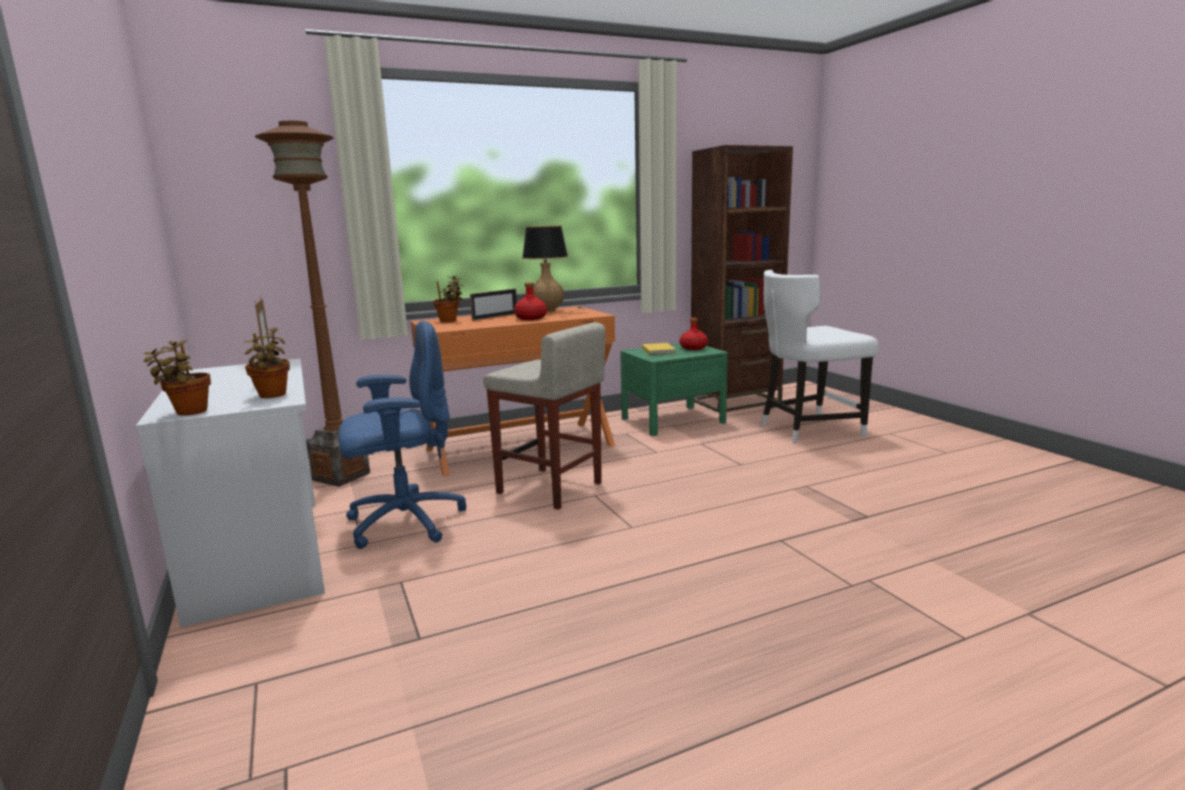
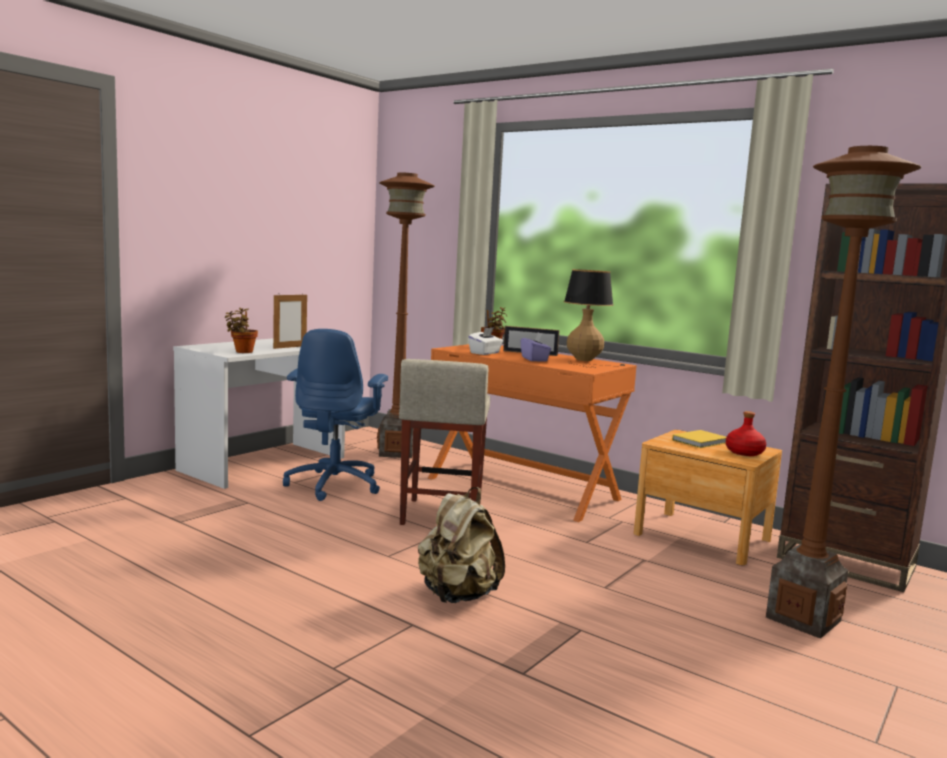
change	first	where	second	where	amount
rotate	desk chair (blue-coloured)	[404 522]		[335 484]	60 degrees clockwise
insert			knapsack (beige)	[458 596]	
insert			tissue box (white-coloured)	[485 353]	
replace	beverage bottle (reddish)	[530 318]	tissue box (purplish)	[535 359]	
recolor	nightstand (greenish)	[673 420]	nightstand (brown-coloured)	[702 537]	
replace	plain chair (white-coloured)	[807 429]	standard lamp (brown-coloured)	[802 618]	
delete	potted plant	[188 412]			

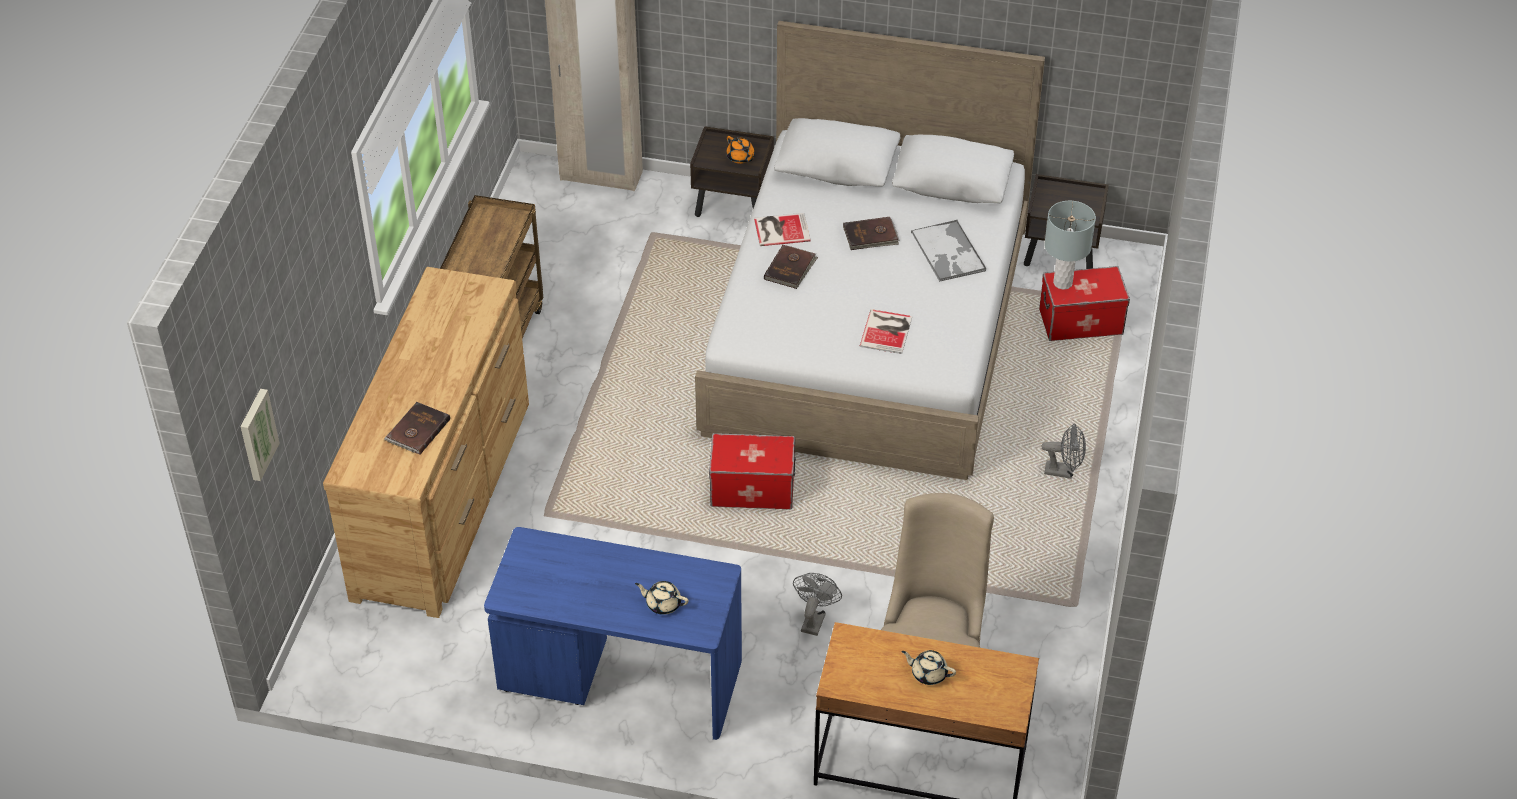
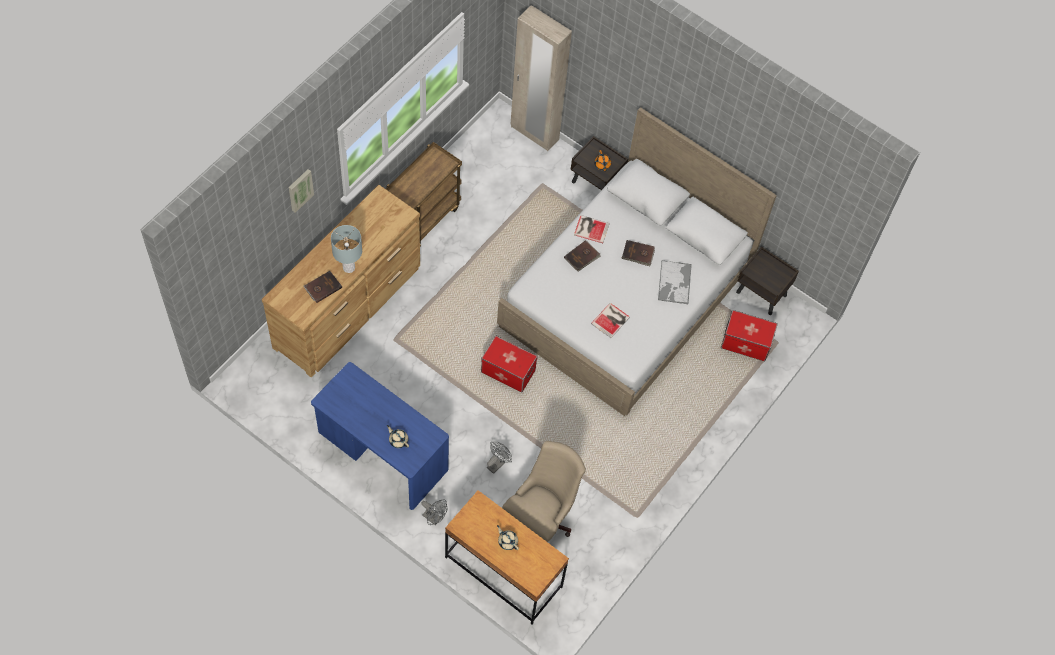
change	first	where	second	where	amount
move	wall art	[256 434]		[300 190]	
move	table lamp (gray)	[1062 283]		[348 267]	
move	electric fan (gray)	[1063 471]		[434 518]	

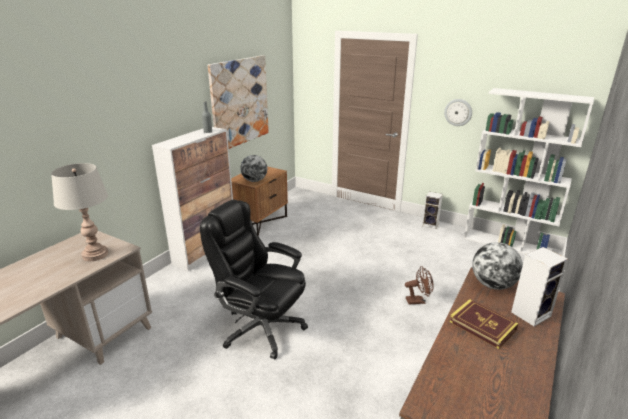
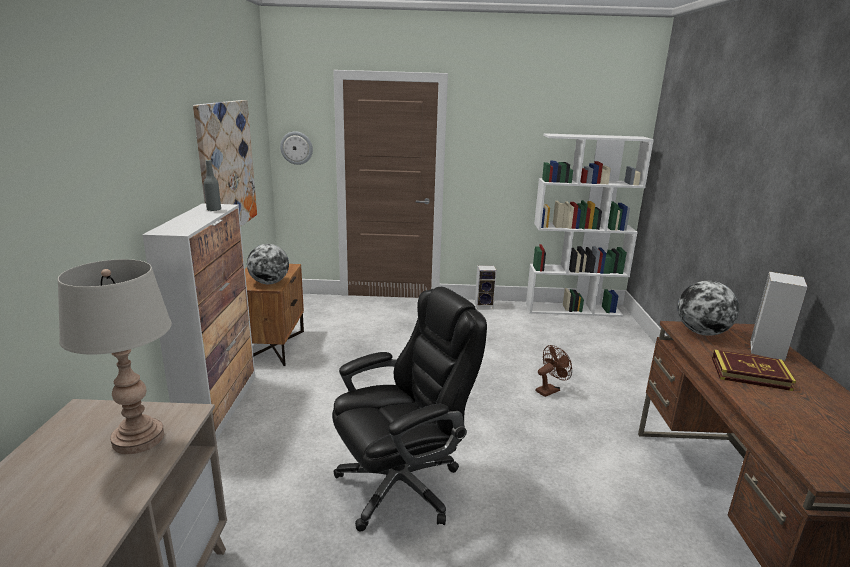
change	first	where	second	where	amount
move	clock on the wall	[458 112]		[296 148]	
rotate	desk chair (black)	[261 328]		[402 485]	150 degrees clockwise

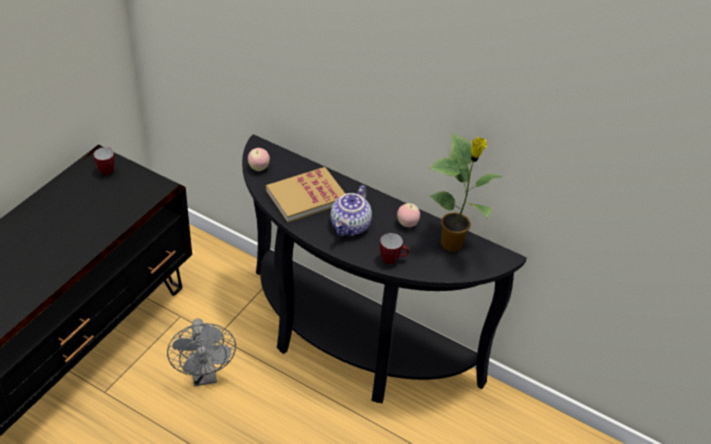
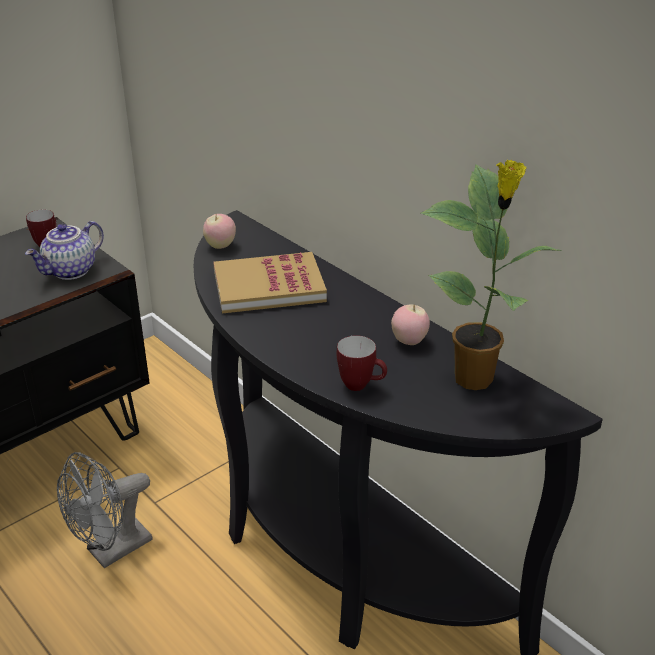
change	first	where	second	where	amount
move	tea pot	[351 227]		[71 271]	
rotate	electric fan (gray)	[204 375]		[111 551]	45 degrees clockwise

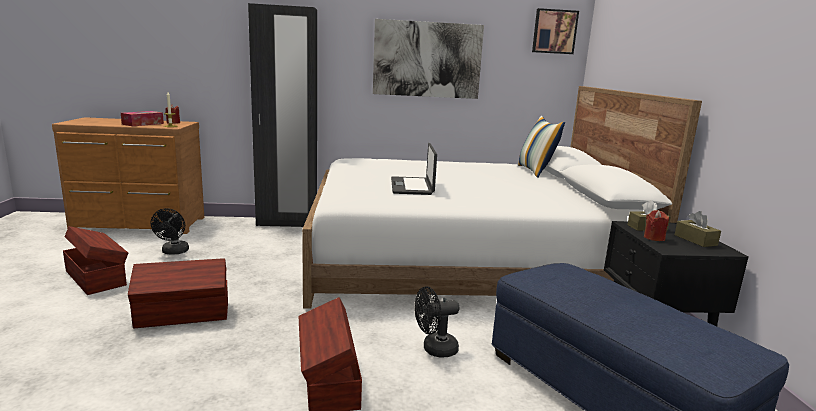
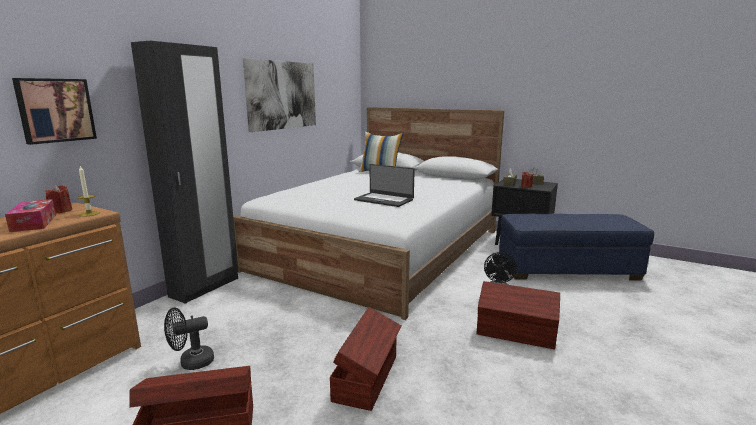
change	first	where	second	where	amount
move	wall art	[554 31]		[55 110]	
rotate	electric fan (black)	[174 252]		[191 362]	120 degrees clockwise

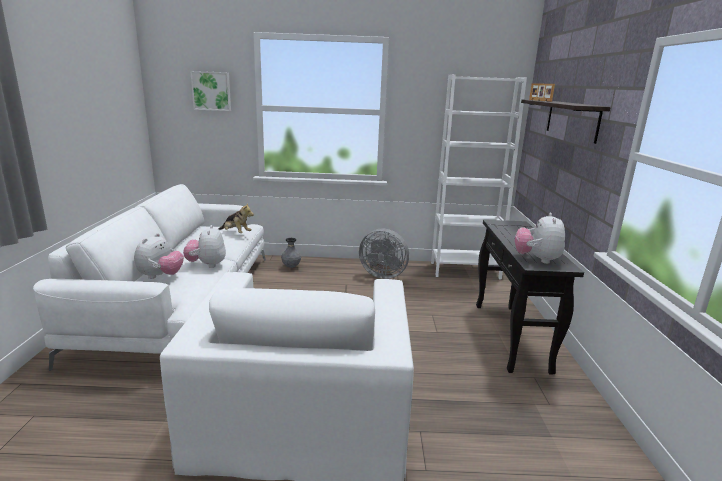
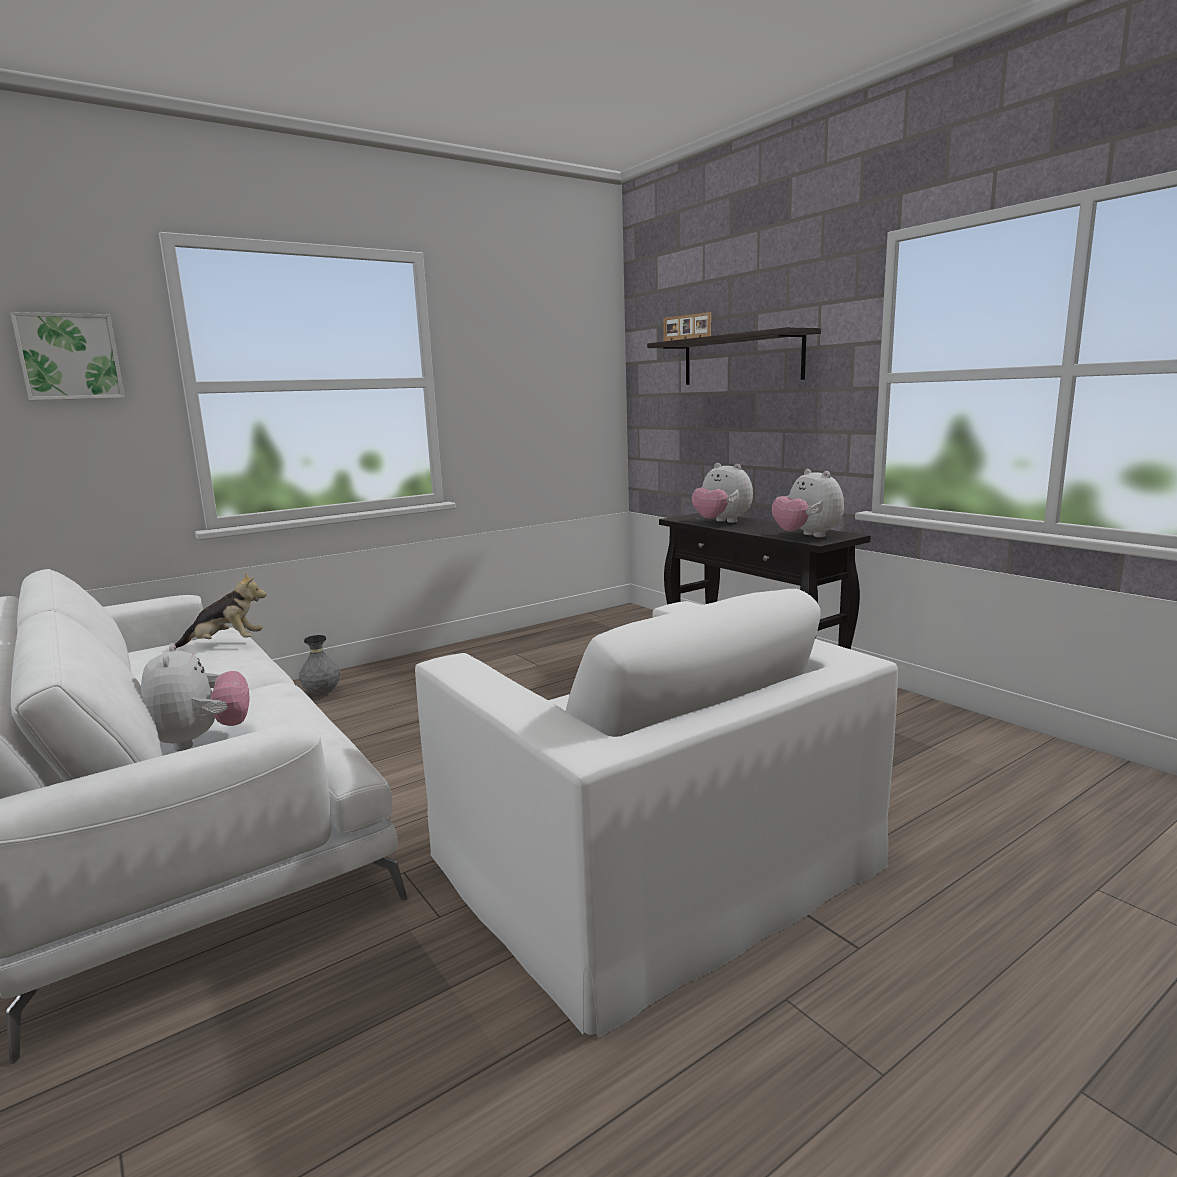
change	first	where	second	where	amount
move	soft toy	[207 265]		[721 522]	
delete	electric fan (gray)	[382 274]			
delete	bookcase (white-coloured)	[465 270]			

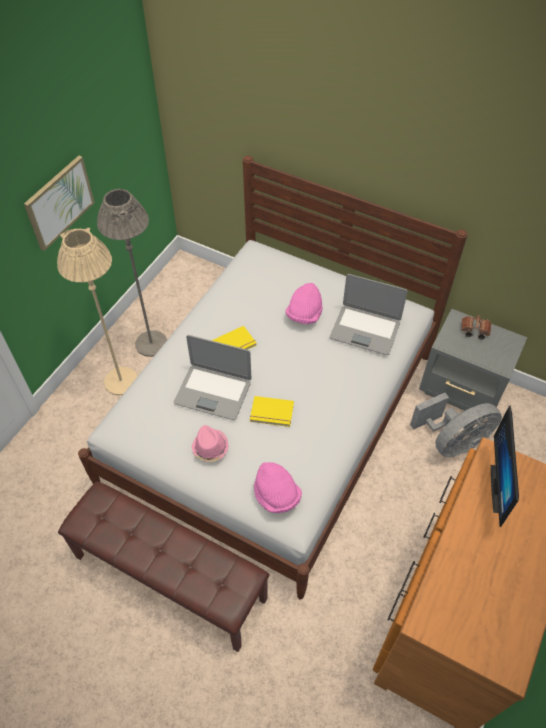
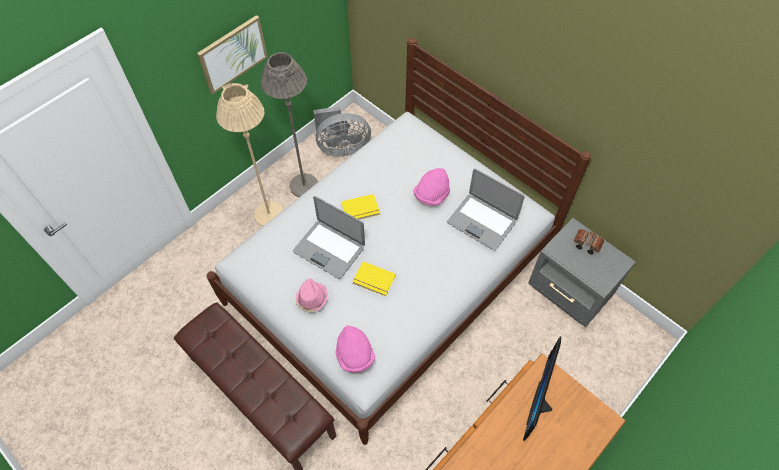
change	first	where	second	where	amount
move	electric fan (gray)	[452 442]		[341 147]	

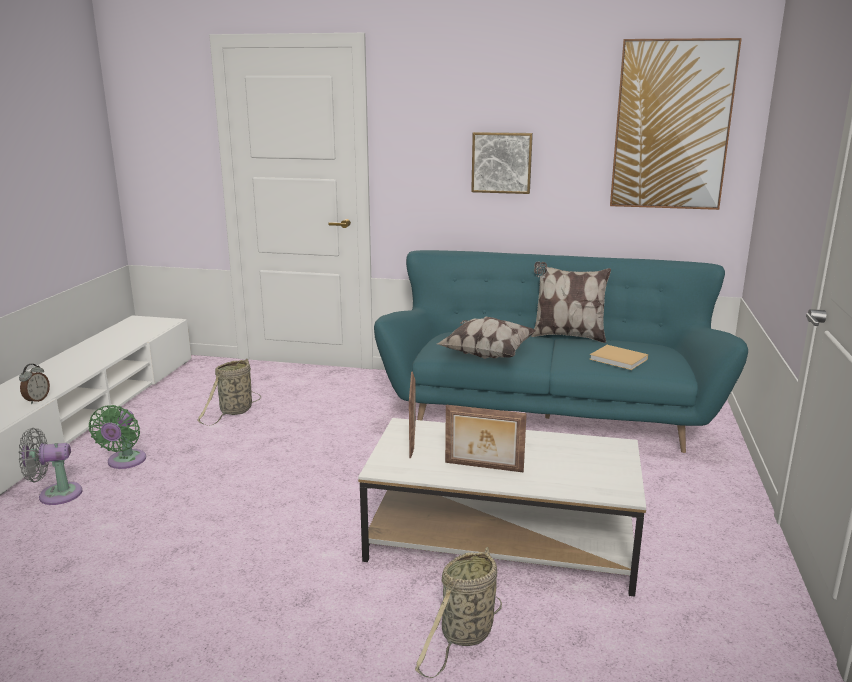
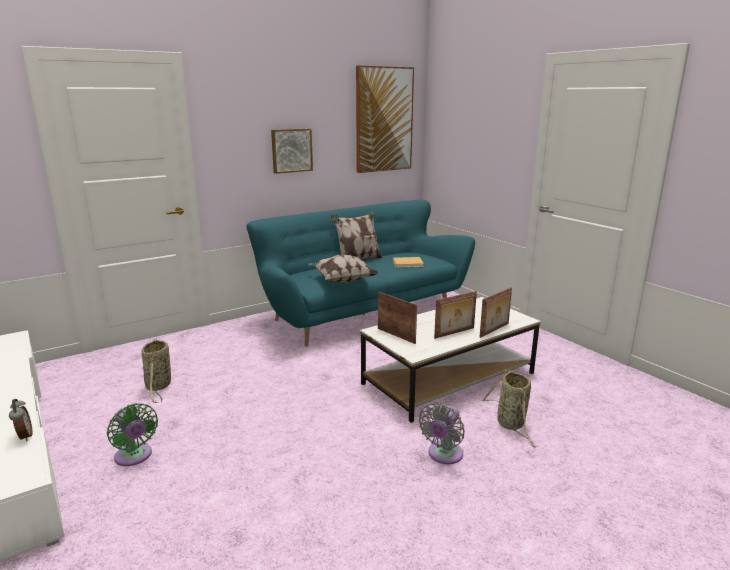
change	first	where	second	where	amount
move	electric fan (gray)	[55 494]		[443 455]	
insert			photo frame	[495 330]	

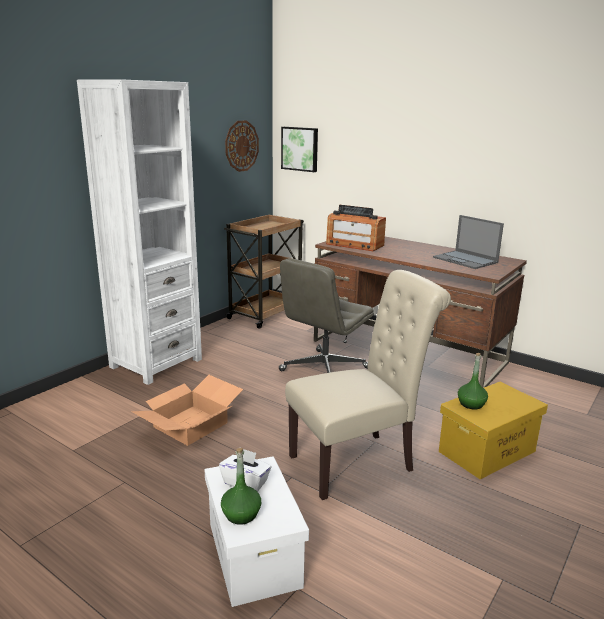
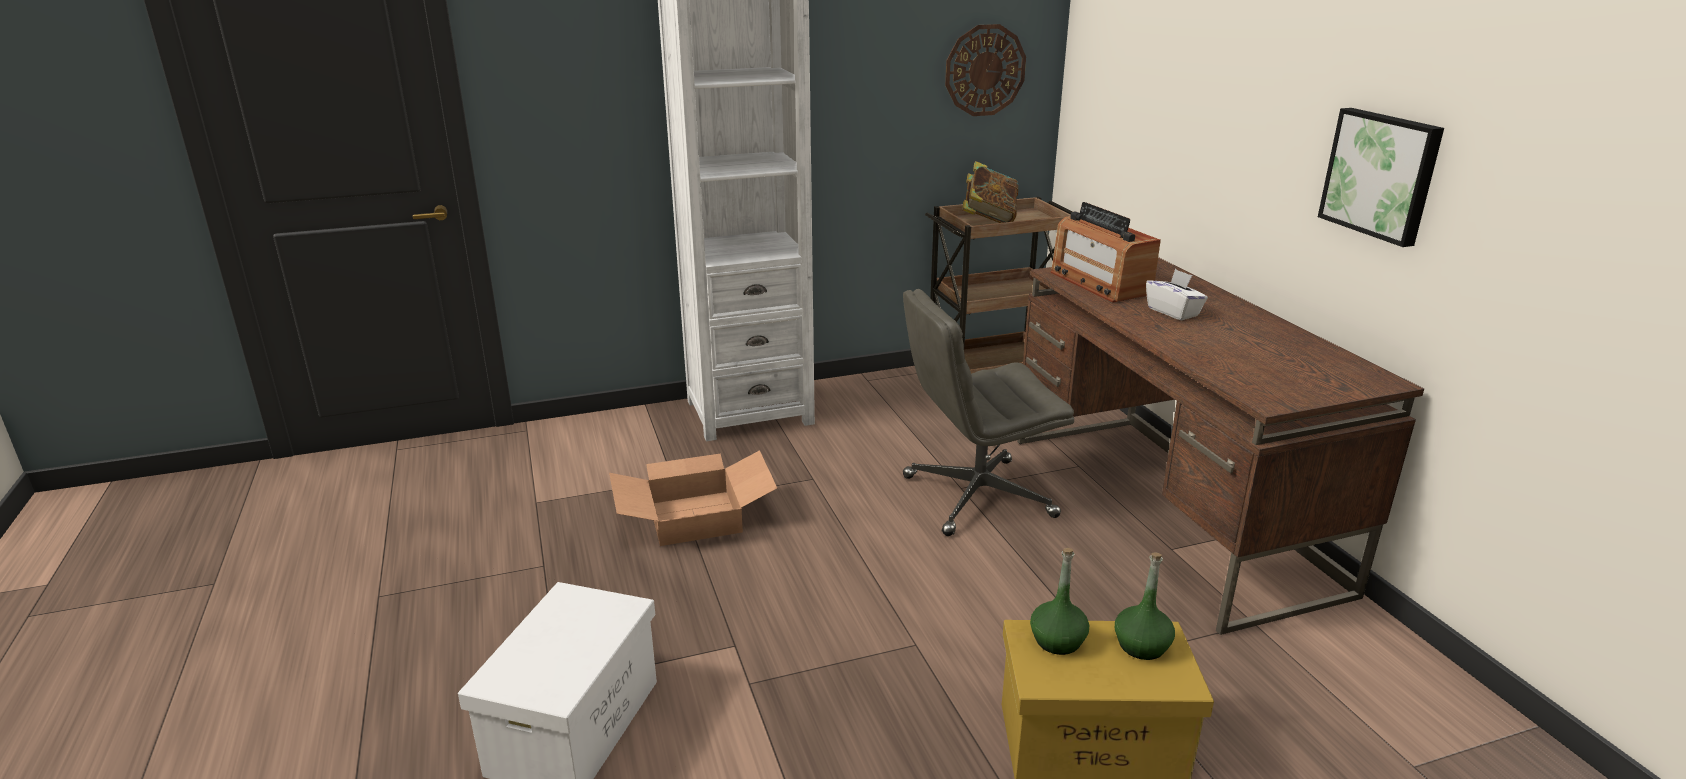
change	first	where	second	where	amount
insert			book	[989 219]	
move	beverage bottle (greenish)	[241 514]		[1141 645]	
move	tissue box (white-coloured)	[246 482]		[1173 312]	
move	wall art	[300 149]		[1382 175]	
delete	plain chair (beige)	[358 462]			
delete	portable computer	[466 260]			

